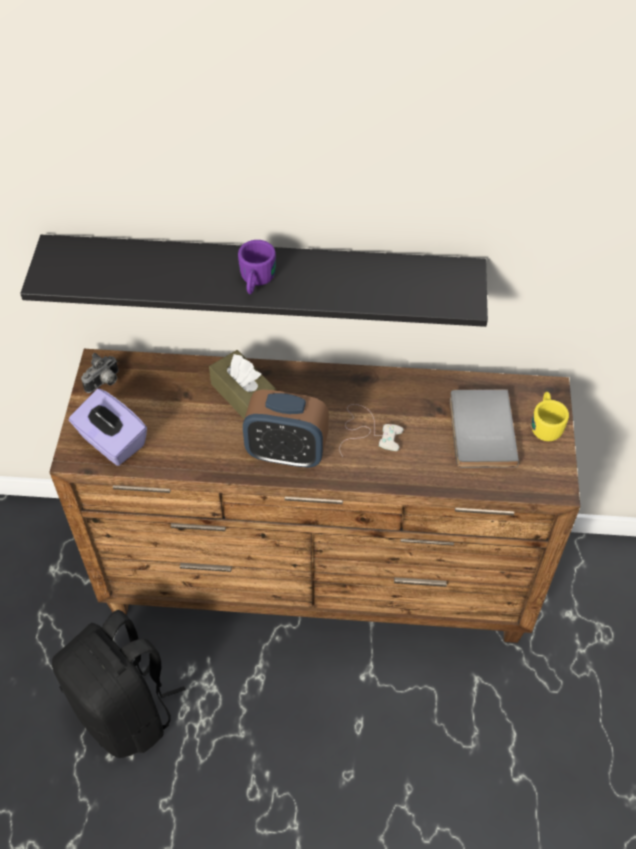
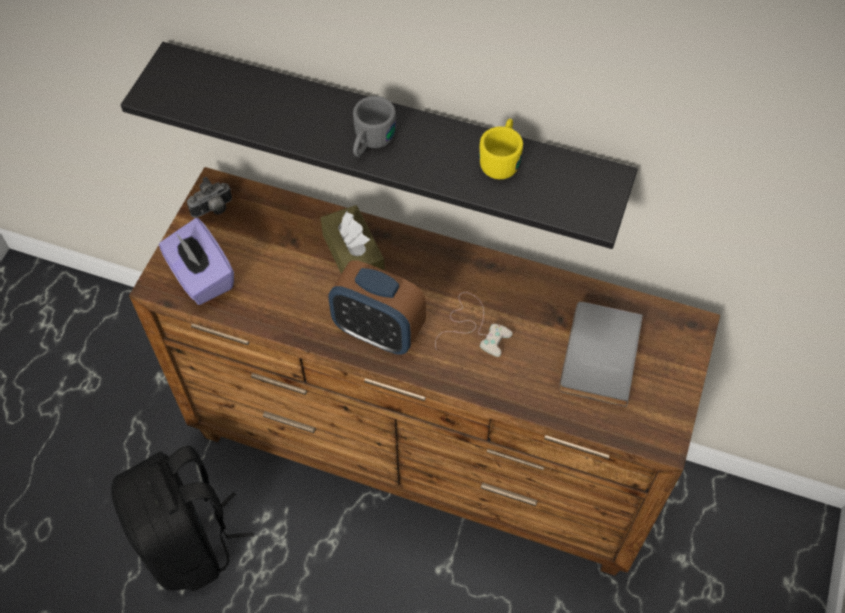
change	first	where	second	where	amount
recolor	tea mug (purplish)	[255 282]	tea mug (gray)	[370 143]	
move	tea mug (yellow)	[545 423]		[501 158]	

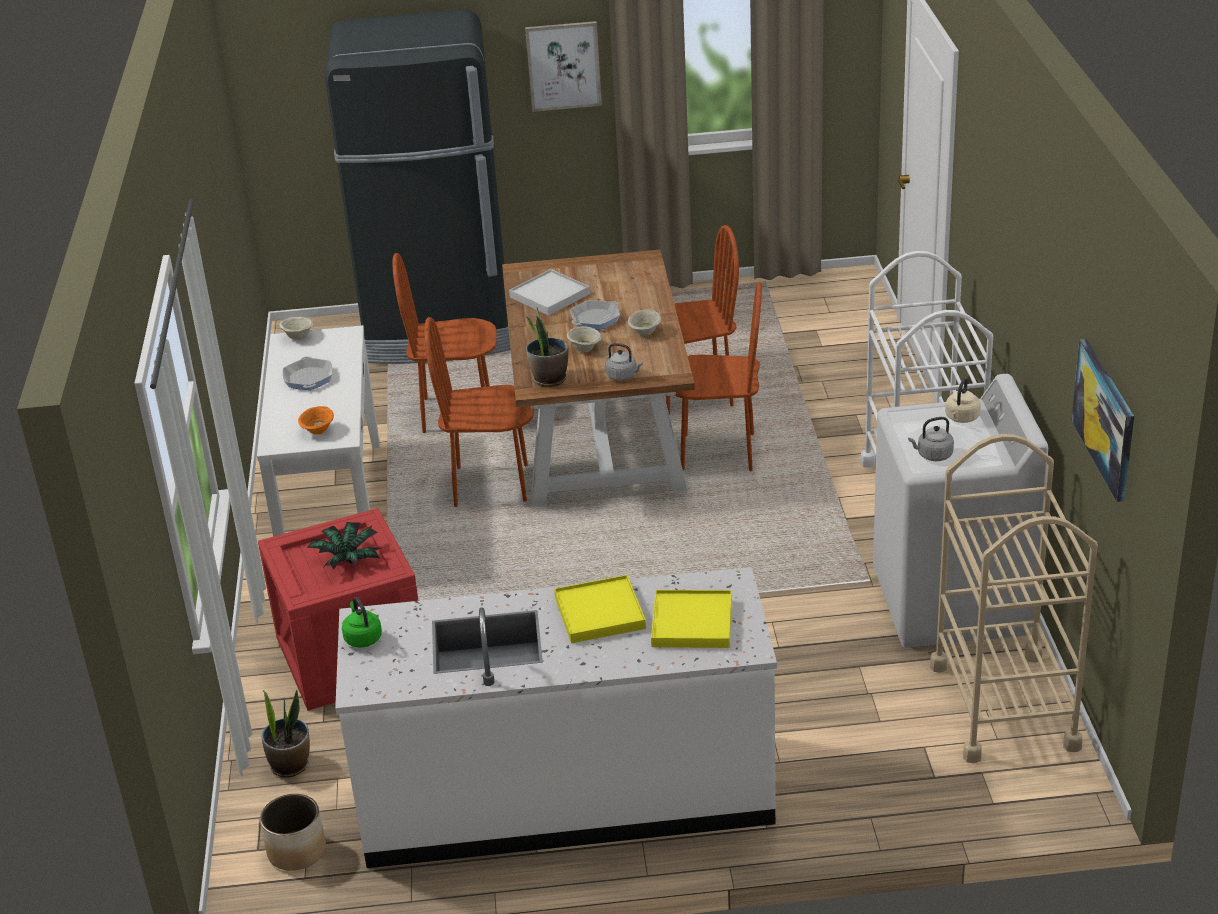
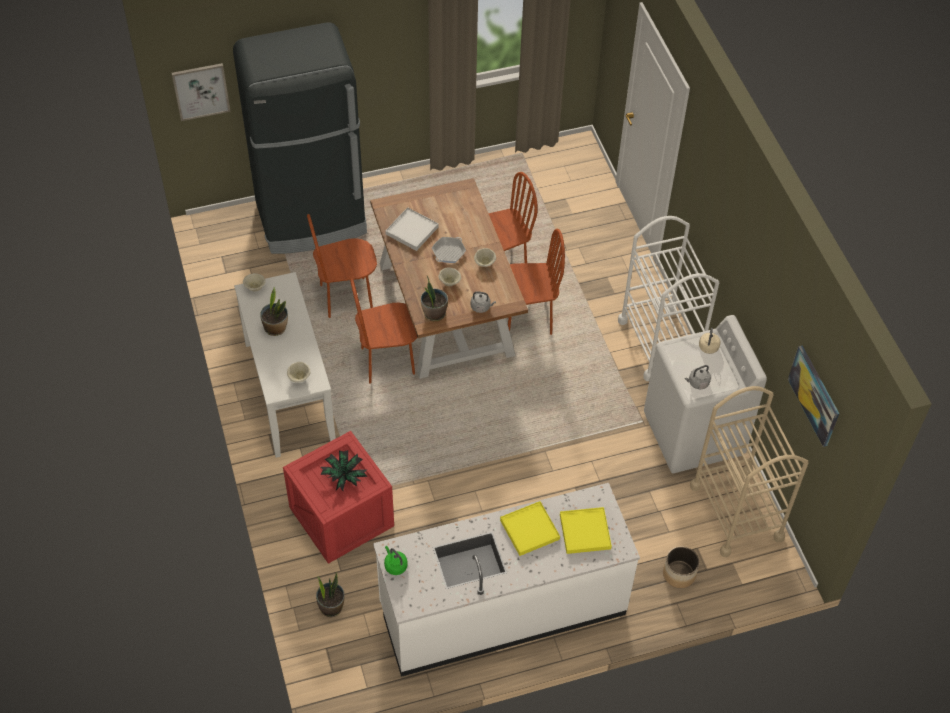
change	first	where	second	where	amount
move	wall art	[563 65]		[201 91]	
replace	frying pan	[308 378]	potted plant	[276 328]	
recolor	serving bowl (orange-coloured)	[318 431]	serving bowl (beige)	[299 378]	
move	planter	[296 851]		[678 574]	

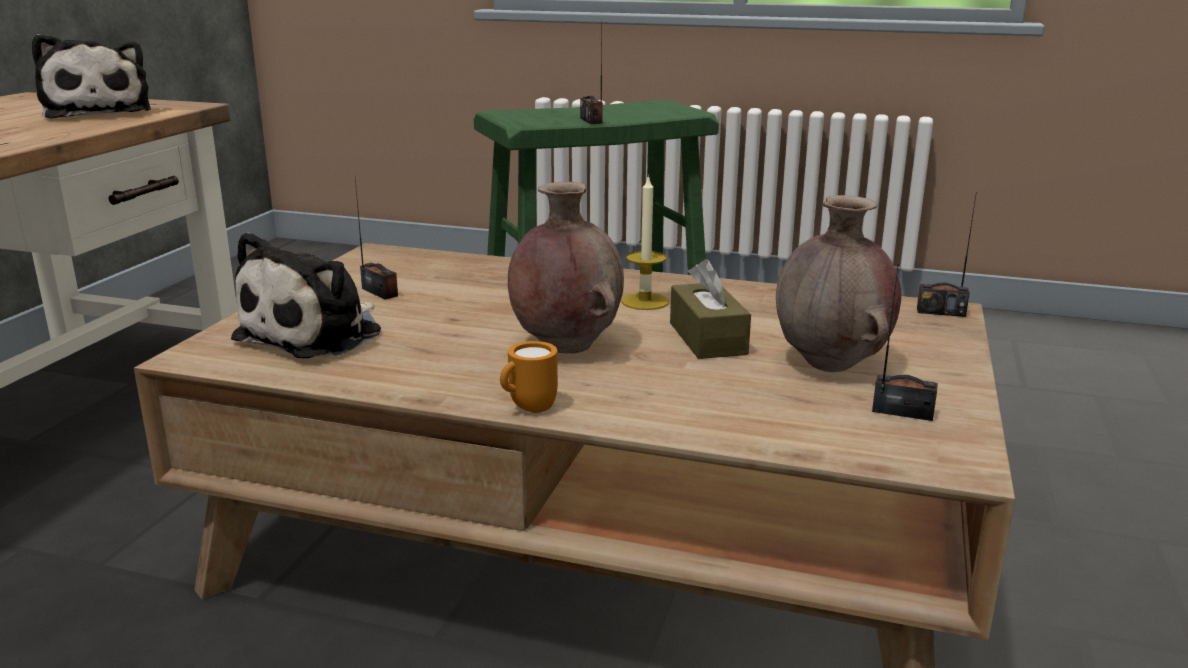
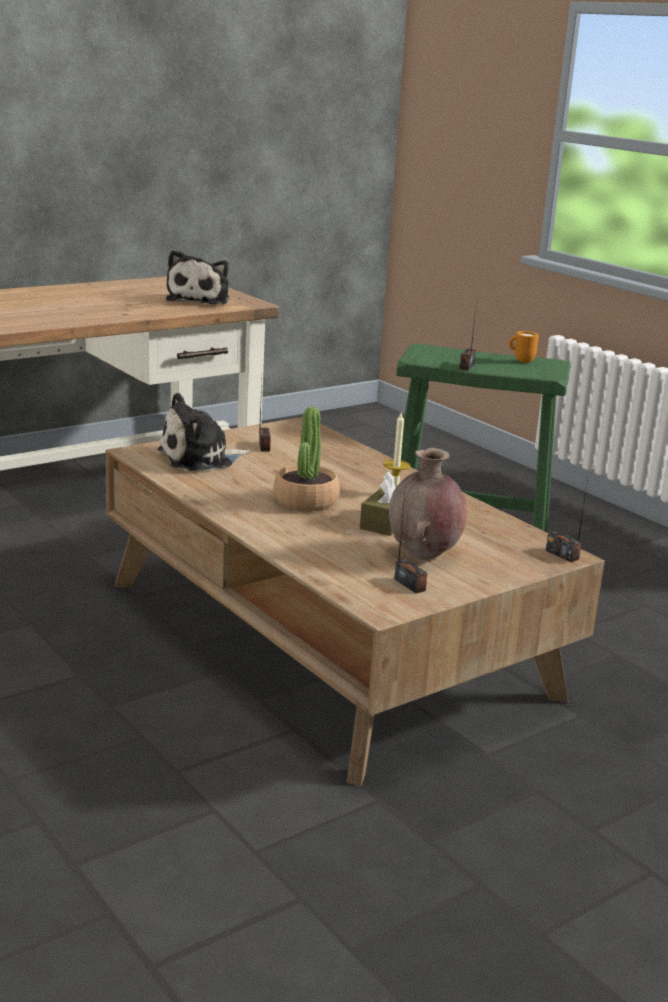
change	first	where	second	where	amount
replace	flower vase (brown-coloured)	[565 346]	potted plant	[305 501]	
move	tea mug (orange-coloured)	[527 409]		[520 361]	

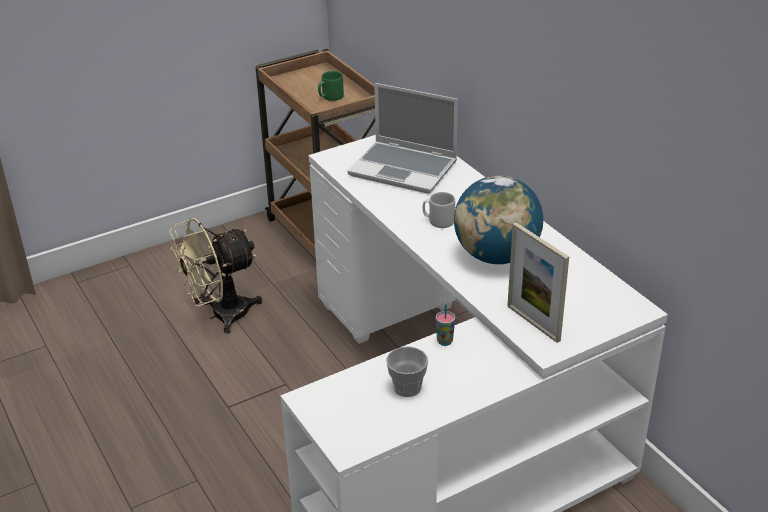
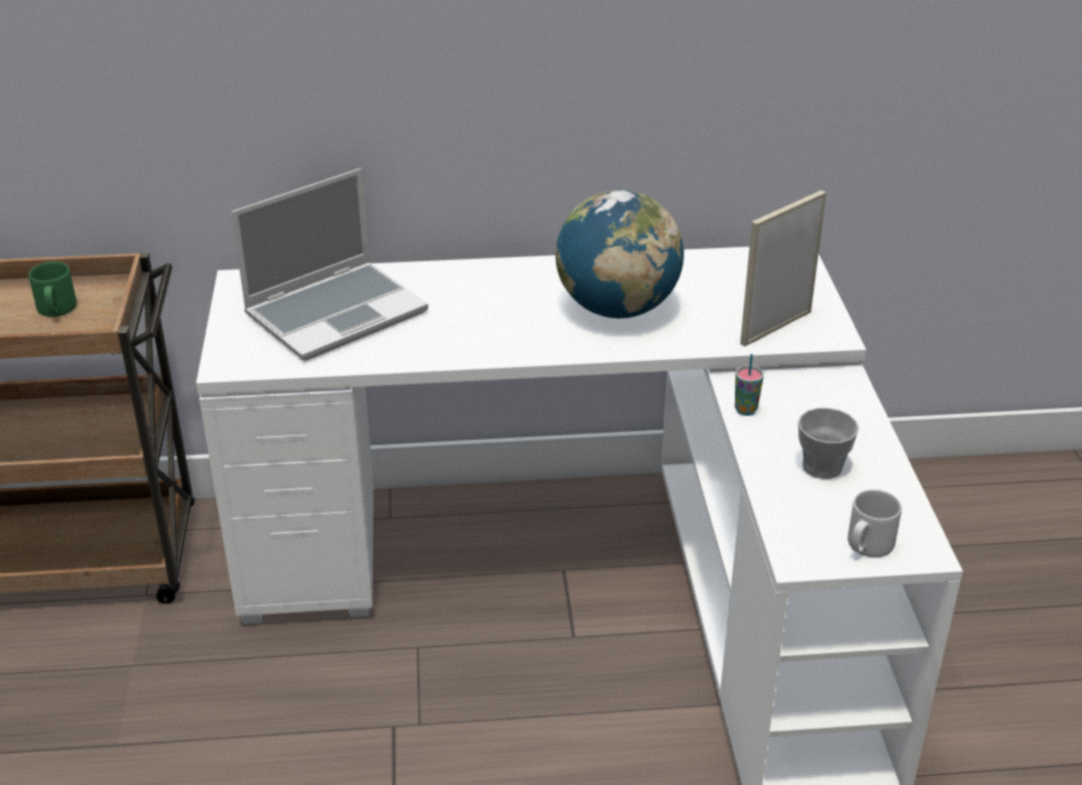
change	first	where	second	where	amount
rotate	photo frame	[533 323]		[776 327]	150 degrees clockwise
move	tea mug (gray)	[438 221]		[867 546]	
delete	electric fan (beige)	[220 315]			

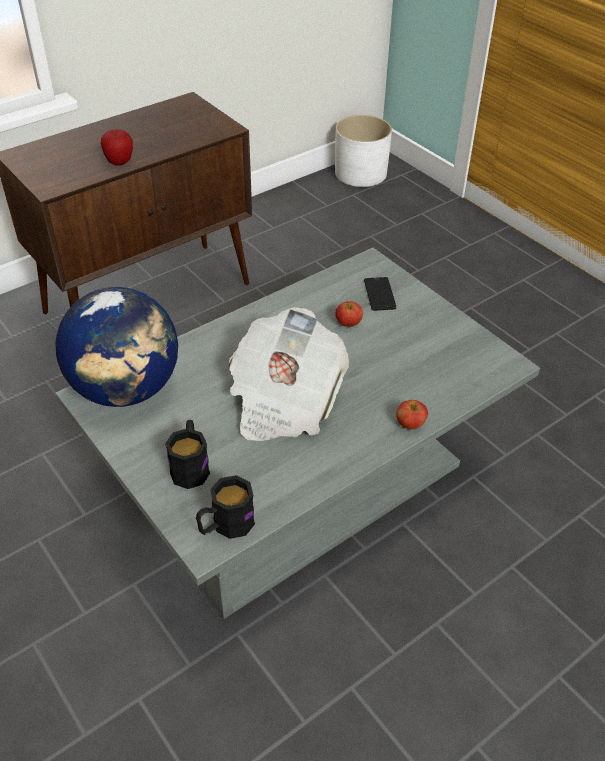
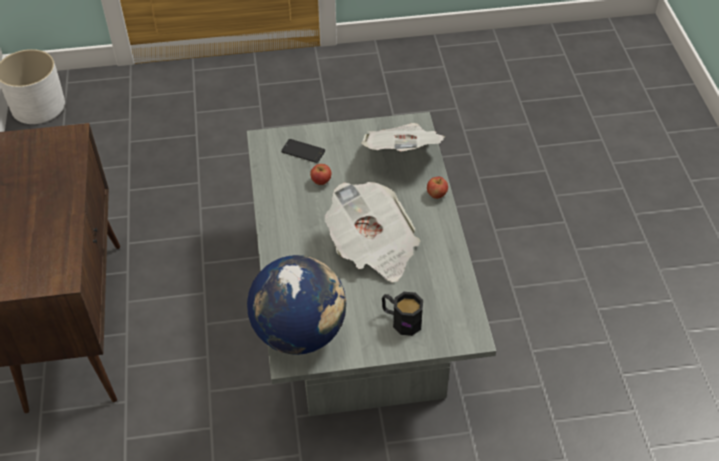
change	first	where	second	where	amount
insert			printed paper	[402 153]	
delete	whole apple	[119 163]			
delete	tea mug (black)	[226 525]			

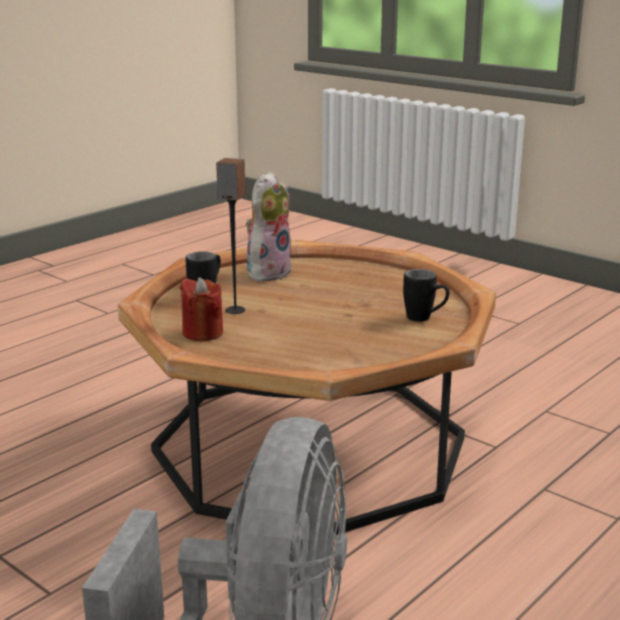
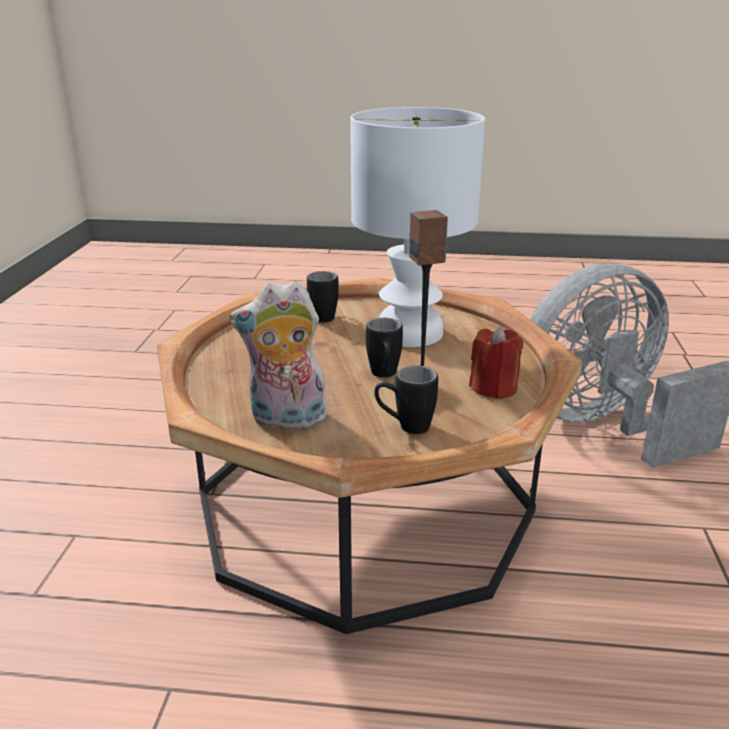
change	first	where	second	where	amount
insert			table lamp (white-coloured)	[411 332]	
insert			tea mug (black)	[384 376]	

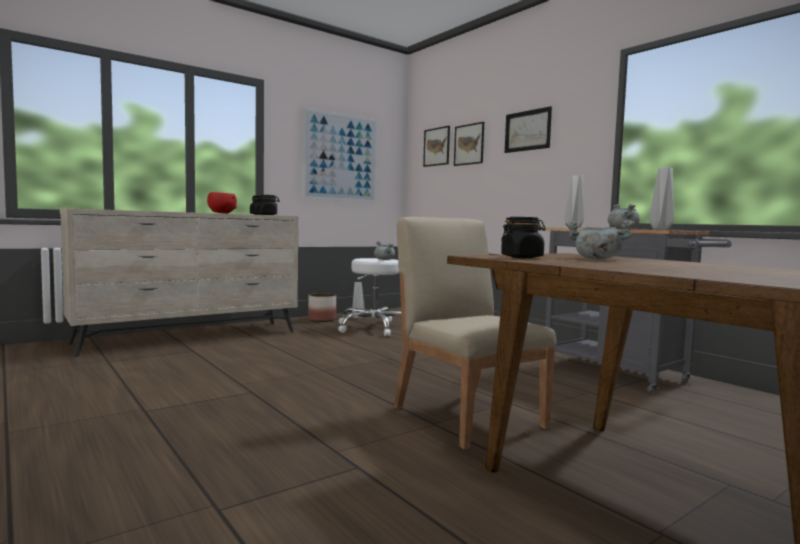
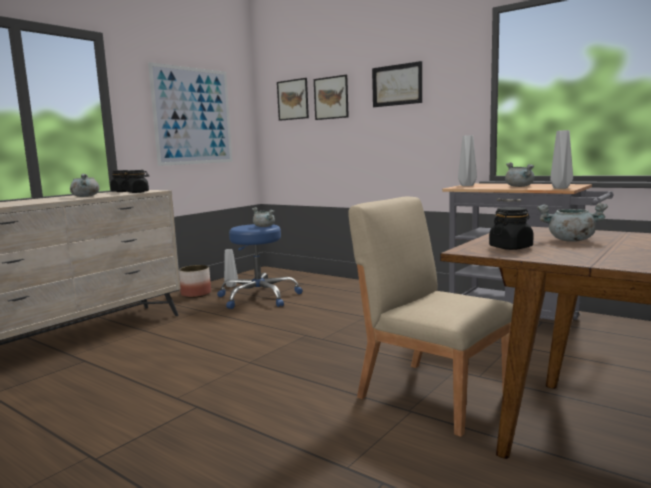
change	first	where	second	where	amount
replace	serving bowl (reddish)	[221 213]	cooking pot (gray)	[85 196]	
recolor	sitting stool (white-coloured)	[374 328]	sitting stool (blue-coloured)	[259 297]	

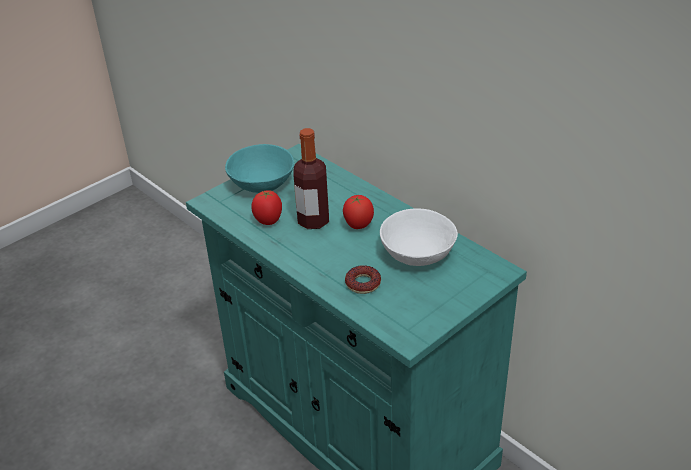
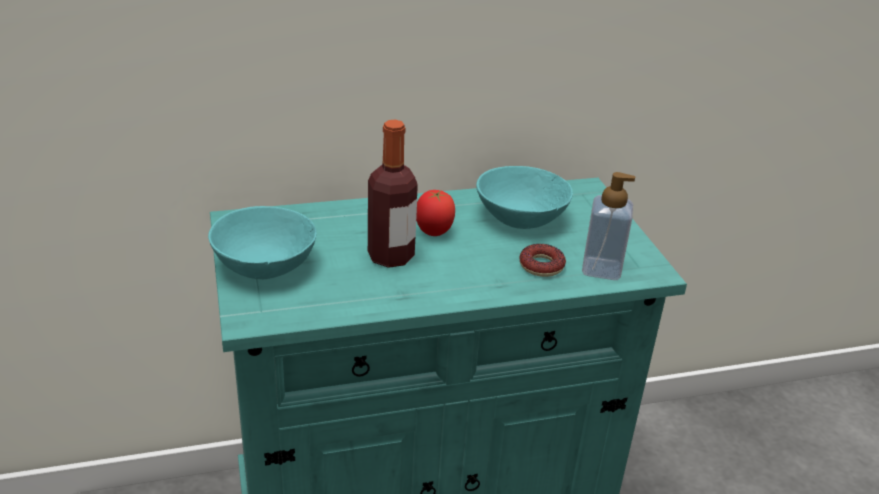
change	first	where	second	where	amount
recolor	serving bowl (white-coloured)	[416 254]	serving bowl (blue-green)	[521 218]	
insert			soap dispenser	[601 269]	
delete	tomato	[269 221]			

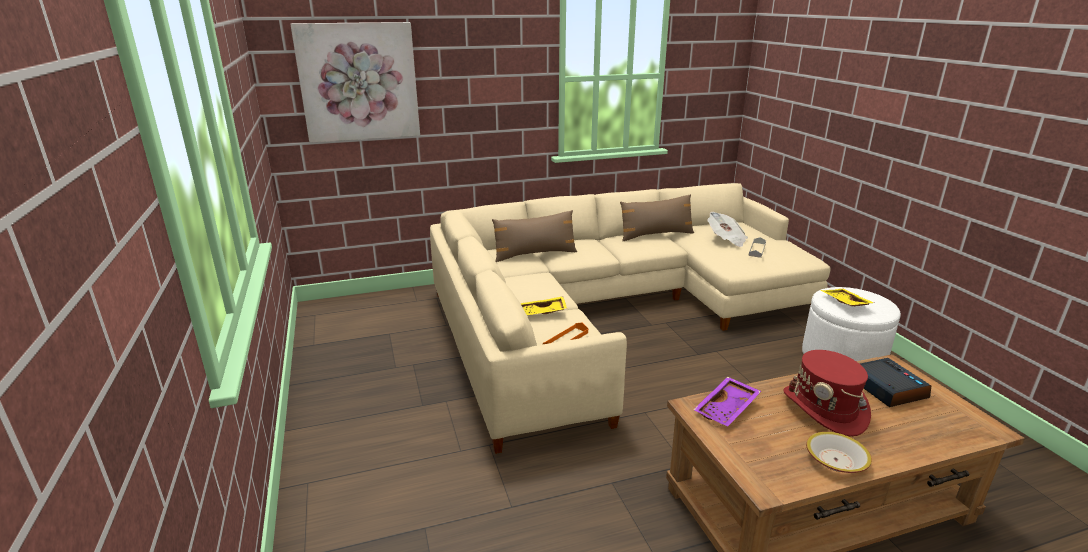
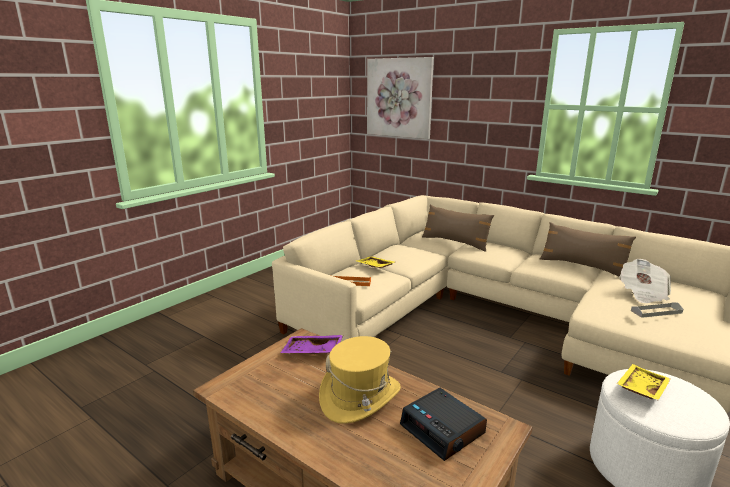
change	first	where	second	where	amount
recolor	clothing hat (reddish)	[824 409]	clothing hat (yellow)	[360 397]	
rotate	bedside clock	[886 388]		[443 430]	105 degrees clockwise
delete	serving bowl	[835 460]			

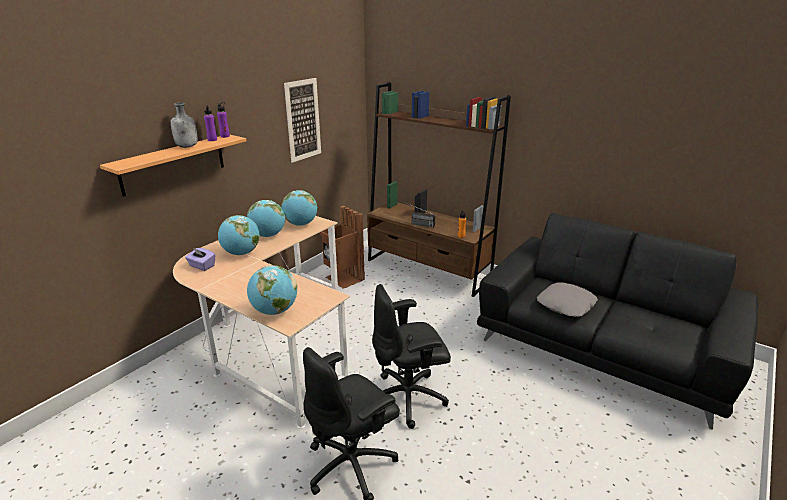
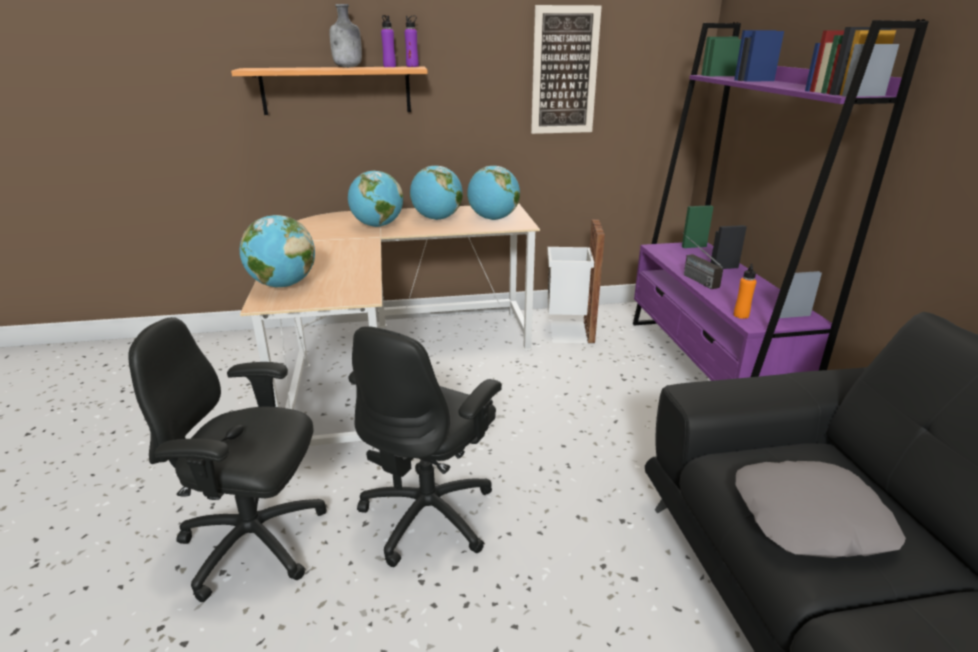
change	first	where	second	where	amount
rotate	desk chair (black)	[409 398]		[430 514]	90 degrees counterclockwise
recolor	waste bin (brown-coloured)	[343 279]	waste bin (white-coloured)	[569 332]	
recolor	bookcase (brown-coloured)	[428 270]	bookcase (purplish)	[707 369]	
delete	tissue box (purplish)	[202 266]			

